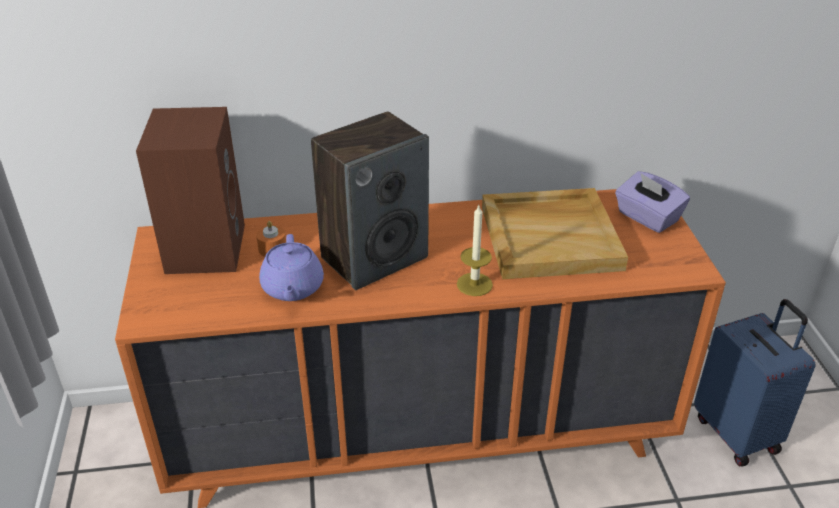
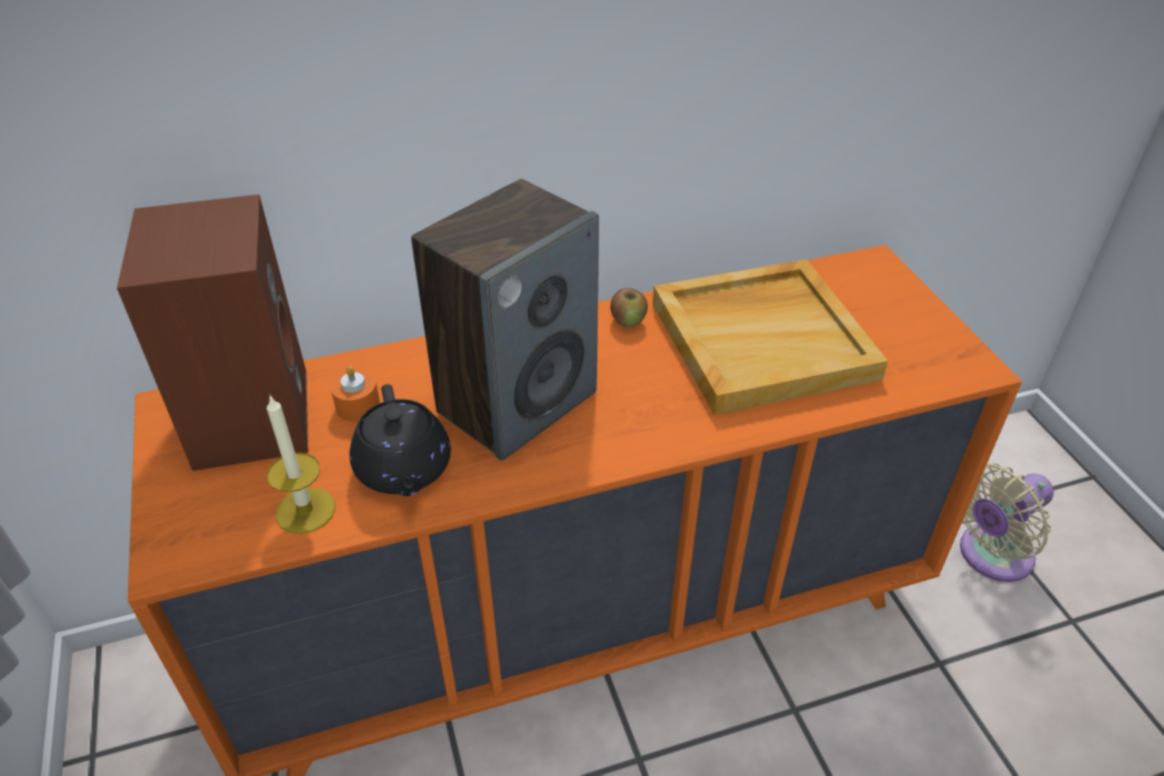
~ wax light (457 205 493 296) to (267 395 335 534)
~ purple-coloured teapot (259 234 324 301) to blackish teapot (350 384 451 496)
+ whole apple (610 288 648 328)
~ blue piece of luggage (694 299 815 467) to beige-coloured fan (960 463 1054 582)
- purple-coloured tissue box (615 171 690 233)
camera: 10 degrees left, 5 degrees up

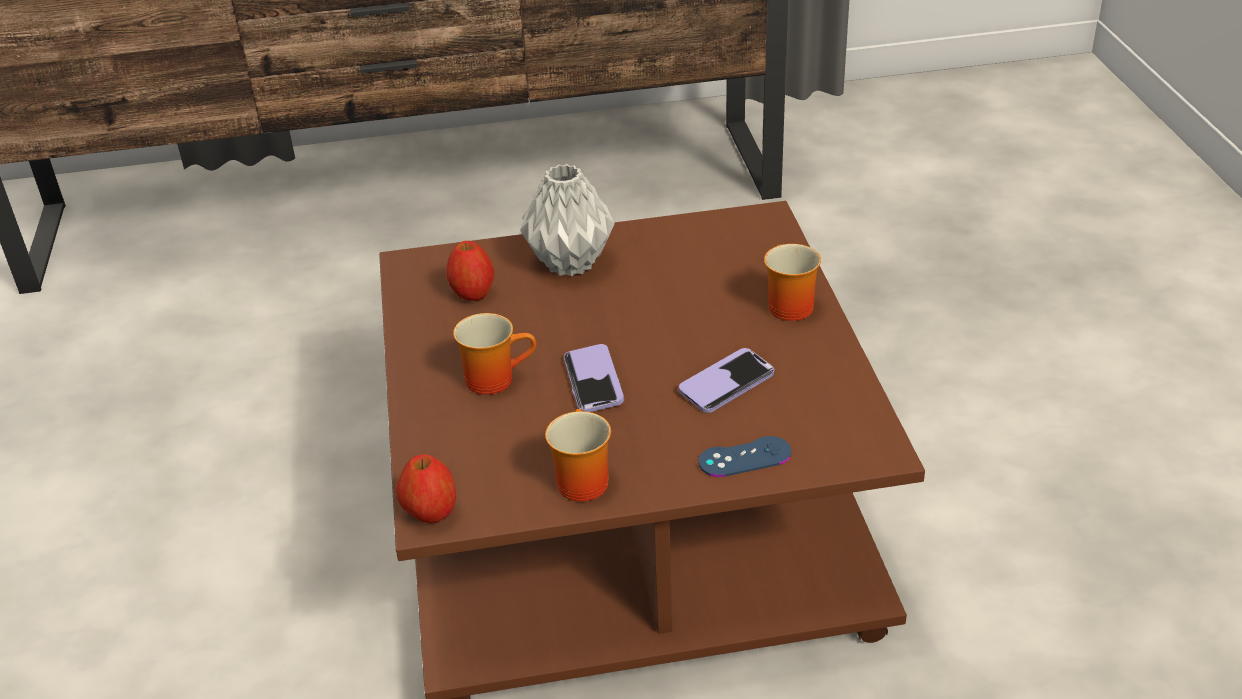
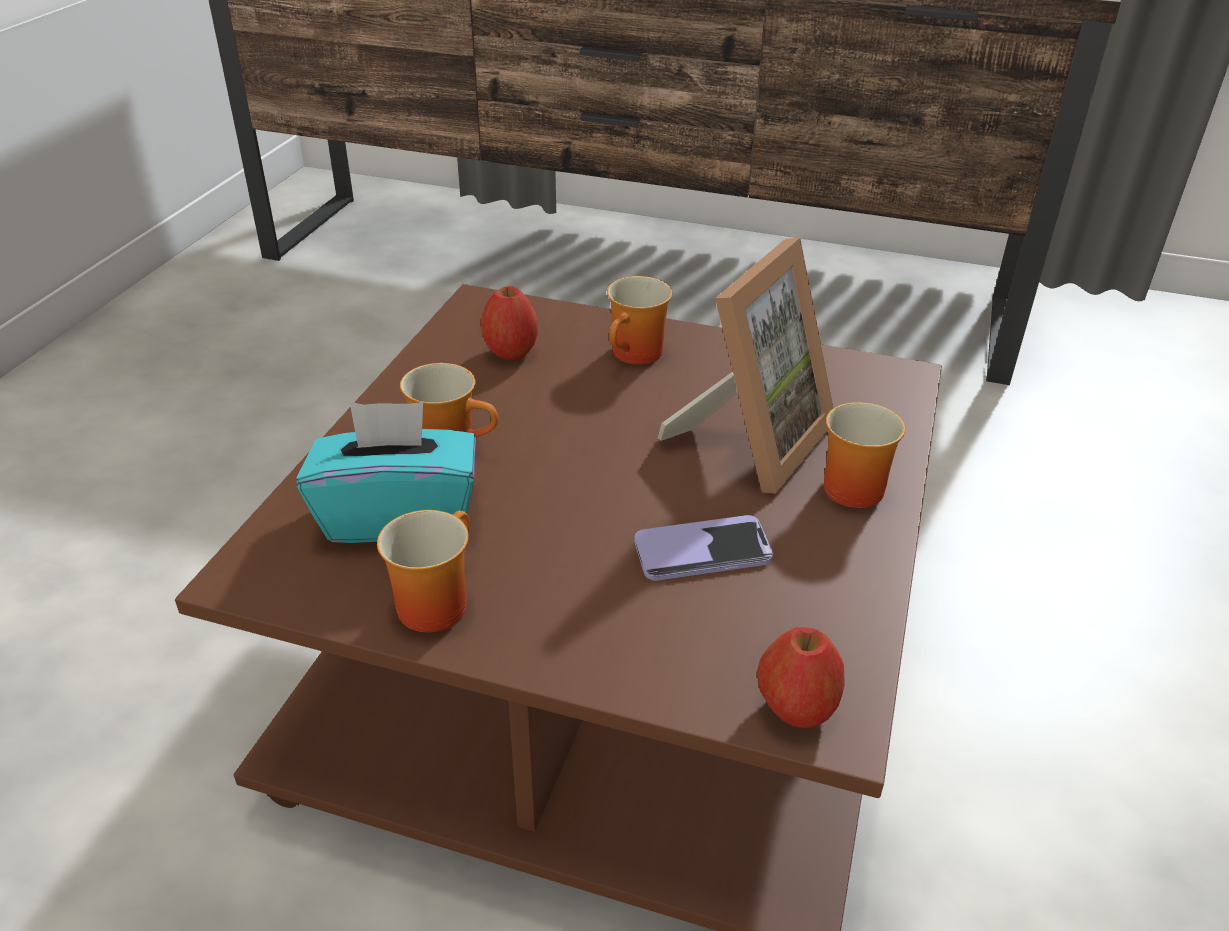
+ blue-green tissue box (296 402 476 543)
~ grey vase (520 164 614 277) to coffee mug (607 276 672 364)
+ photo frame (658 238 834 494)
~ whole apple (396 454 456 523) to (757 627 845 728)
- phone (564 344 624 412)
- blue game controller (698 436 791 477)
camera: 25 degrees right, 0 degrees up

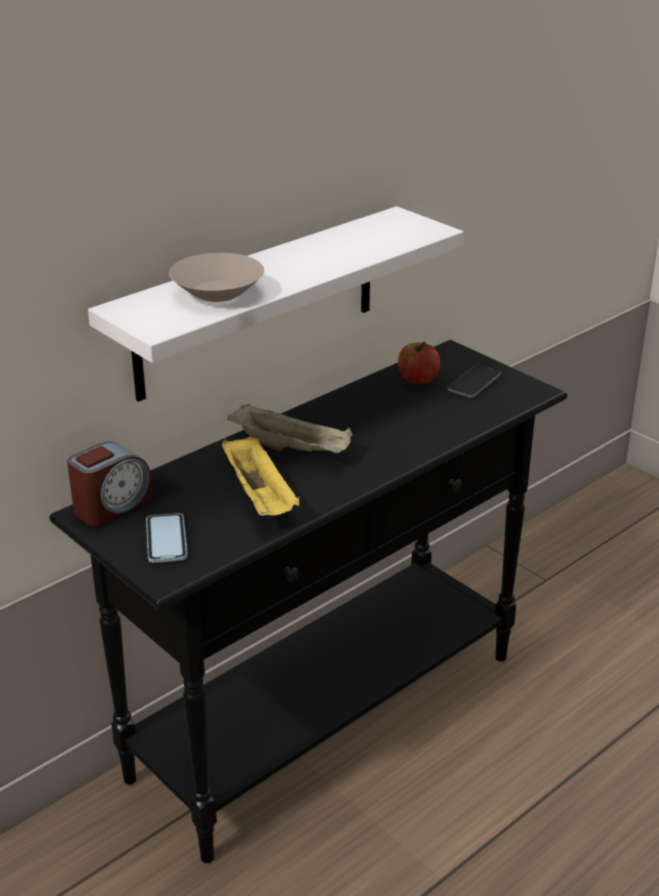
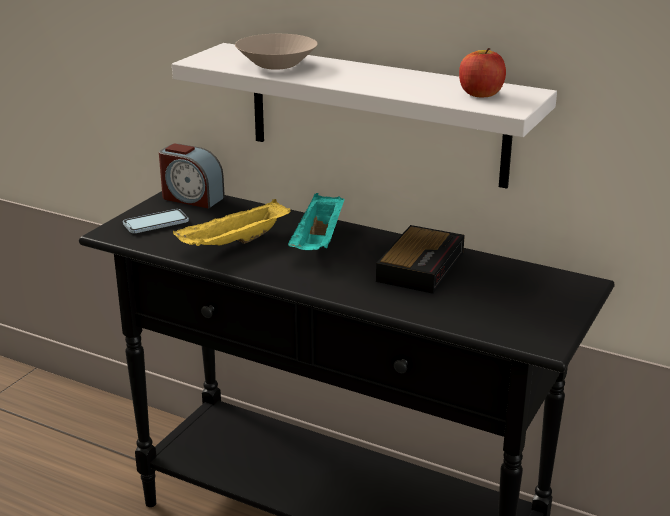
~ beige-coloured tray (227 403 353 453) to blue-green tray (288 193 345 250)
+ alarm clock (376 225 465 294)
~ whole apple (398 341 440 384) to (459 48 506 97)
- phone (448 365 501 398)
camera: 70 degrees right, 5 degrees down

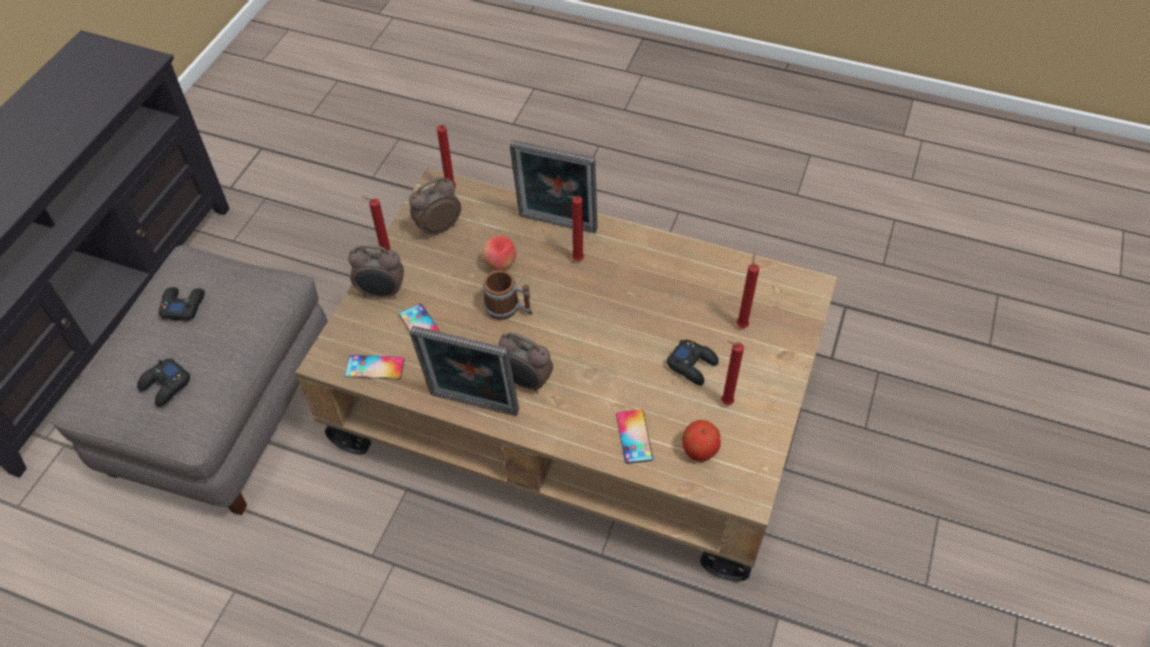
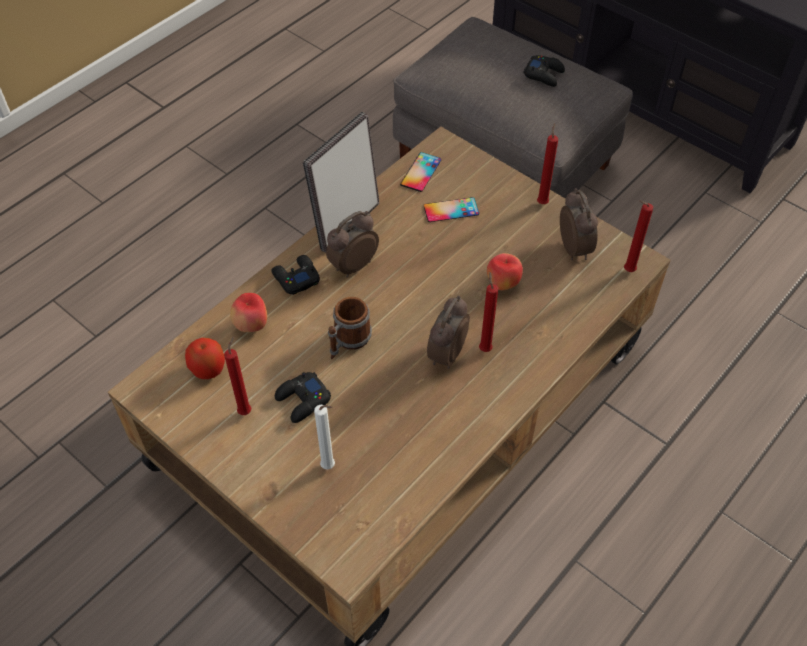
~ phone (616 410 653 464) to whole apple (230 293 267 332)
~ blackish game controller (137 358 191 407) to (271 255 320 295)
~ red wax light (736 252 760 328) to white wax light (314 405 335 470)
~ coffee mug (483 270 533 320) to (328 297 372 359)
~ alarm clock (348 245 404 299) to (427 295 470 369)
- photo frame (510 140 598 234)
camera: 110 degrees right, 0 degrees up

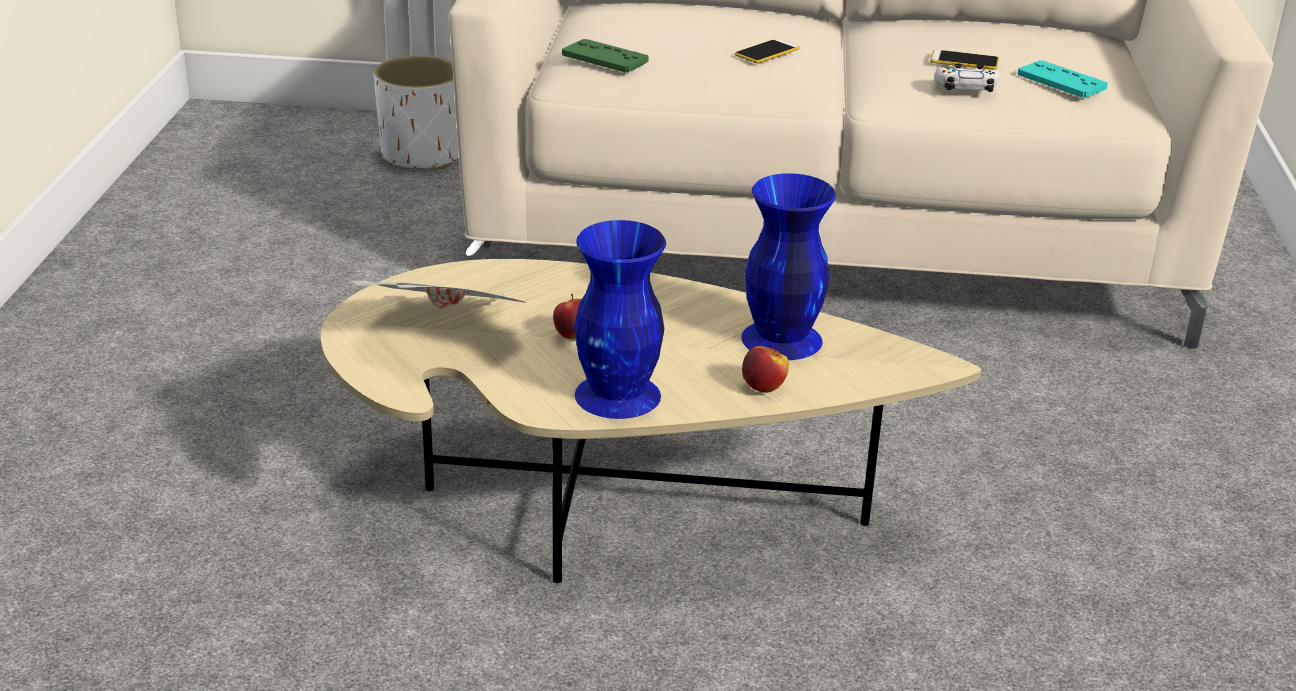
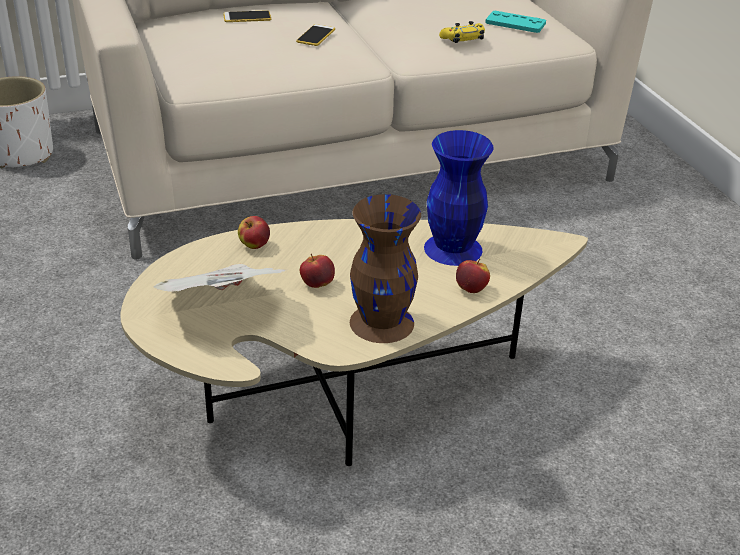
~ phone (930 50 999 70) to (223 10 271 22)
+ whole apple (238 216 270 249)
~ blue vase (574 220 666 419) to brownish vase (350 194 421 343)
~ white game controller (934 63 1000 92) to yellowish game controller (439 21 485 43)
- green-coloured game controller (562 39 649 72)
camera: 25 degrees left, 5 degrees up

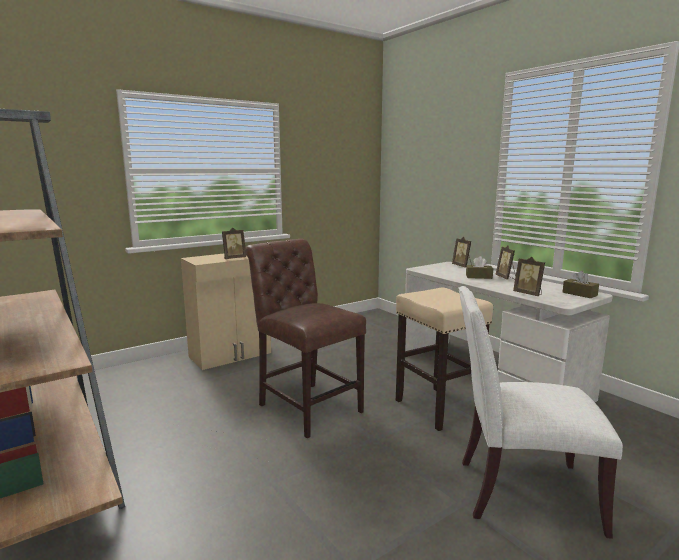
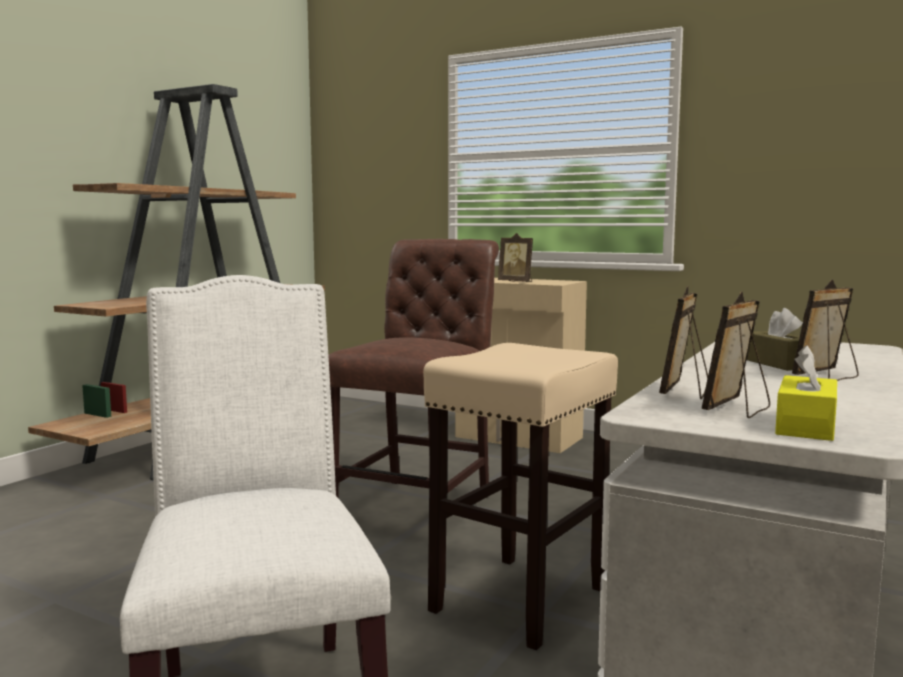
~ photo frame (452 237 472 267) to (702 291 770 418)
~ brownish tissue box (563 271 599 298) to yellowish tissue box (775 345 837 441)
camera: 65 degrees right, 5 degrees down

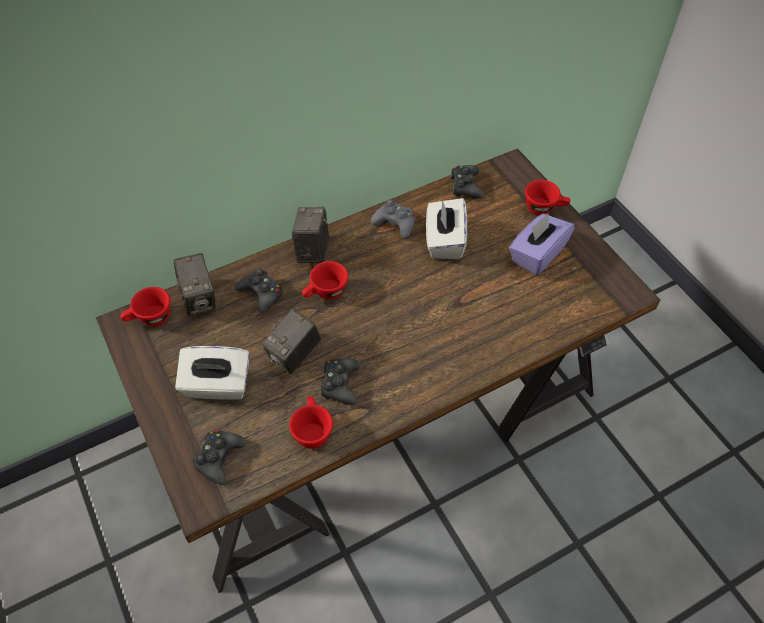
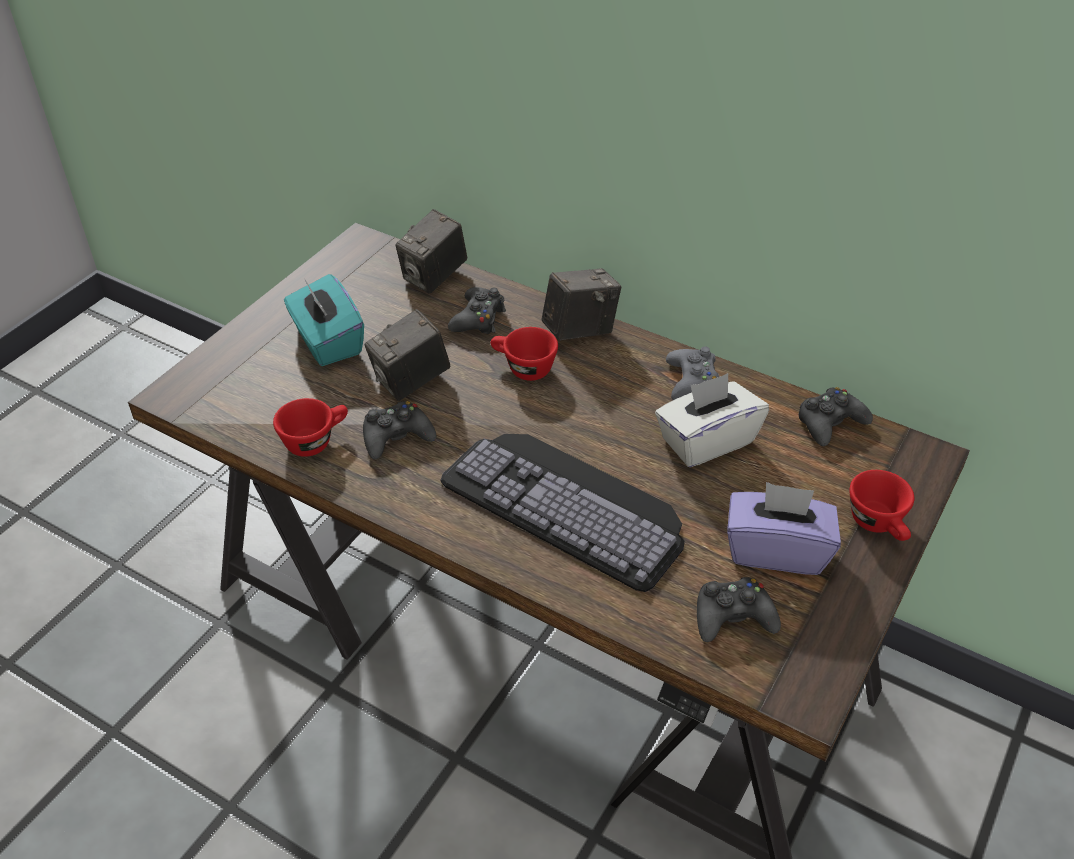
~ white tissue box (175 346 250 400) to blue-green tissue box (284 274 364 366)
~ still camera (262 308 321 374) = (364 309 450 401) 45 degrees counterclockwise
+ keyboard (440 434 685 592)
~ blackish game controller (193 430 246 485) to (697 577 781 642)
- red cup (121 287 170 326)
camera: 60 degrees right, 10 degrees down

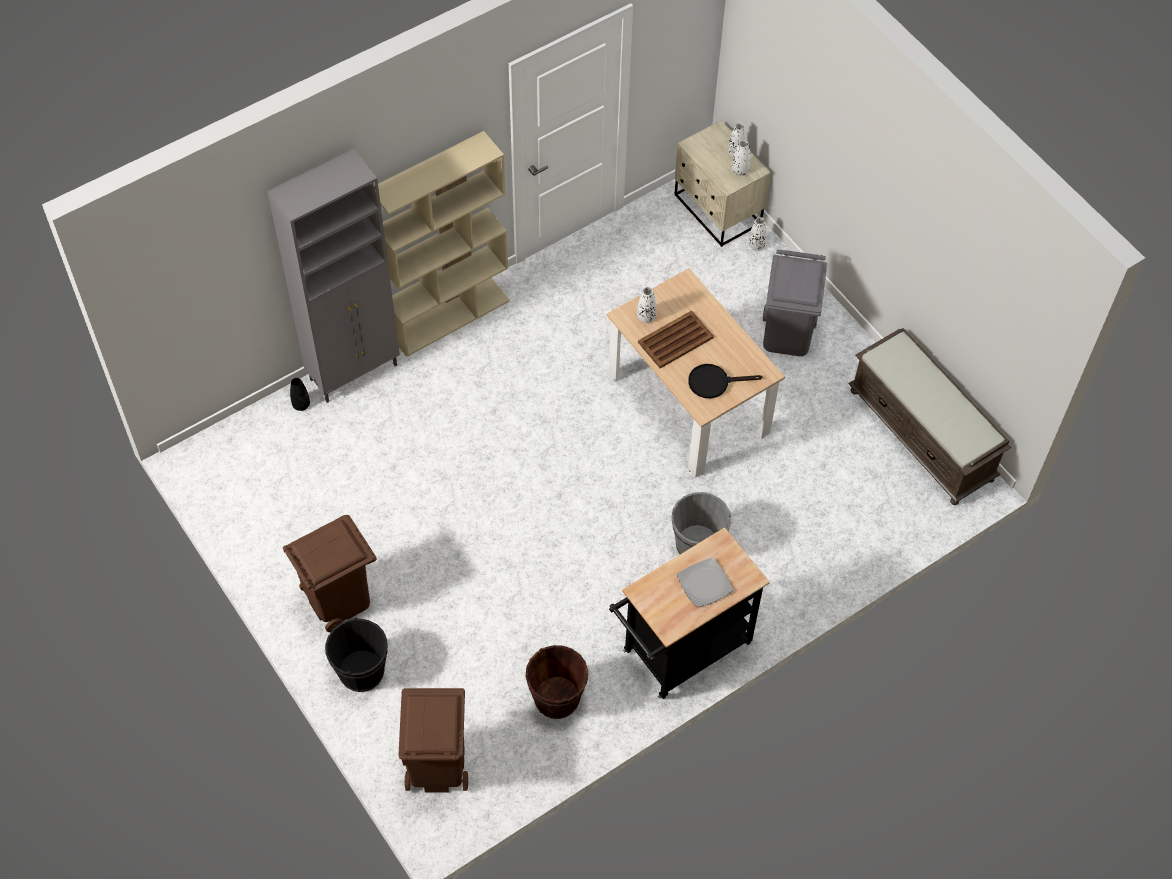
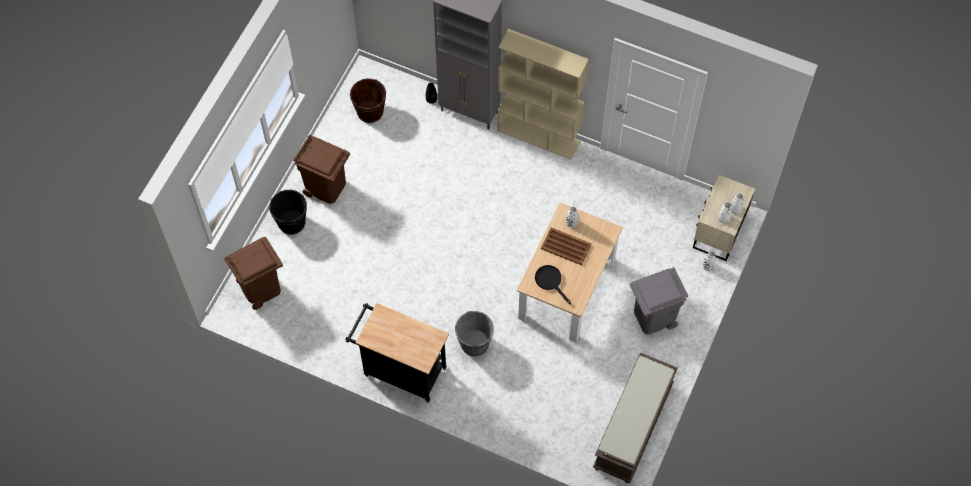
~ brownish bucket (526 645 588 719) to (350 78 386 123)
- plate (677 557 733 607)
camera: 60 degrees right, 5 degrees up

